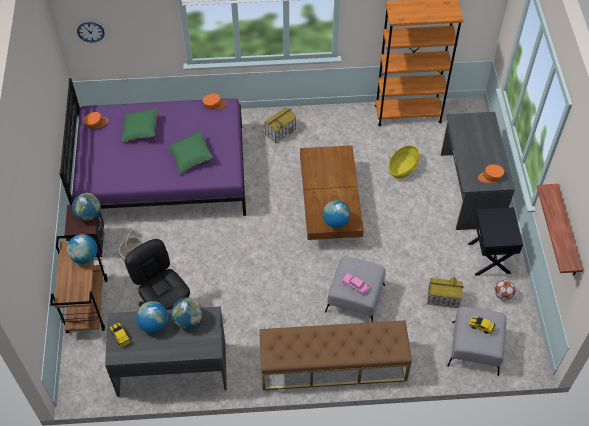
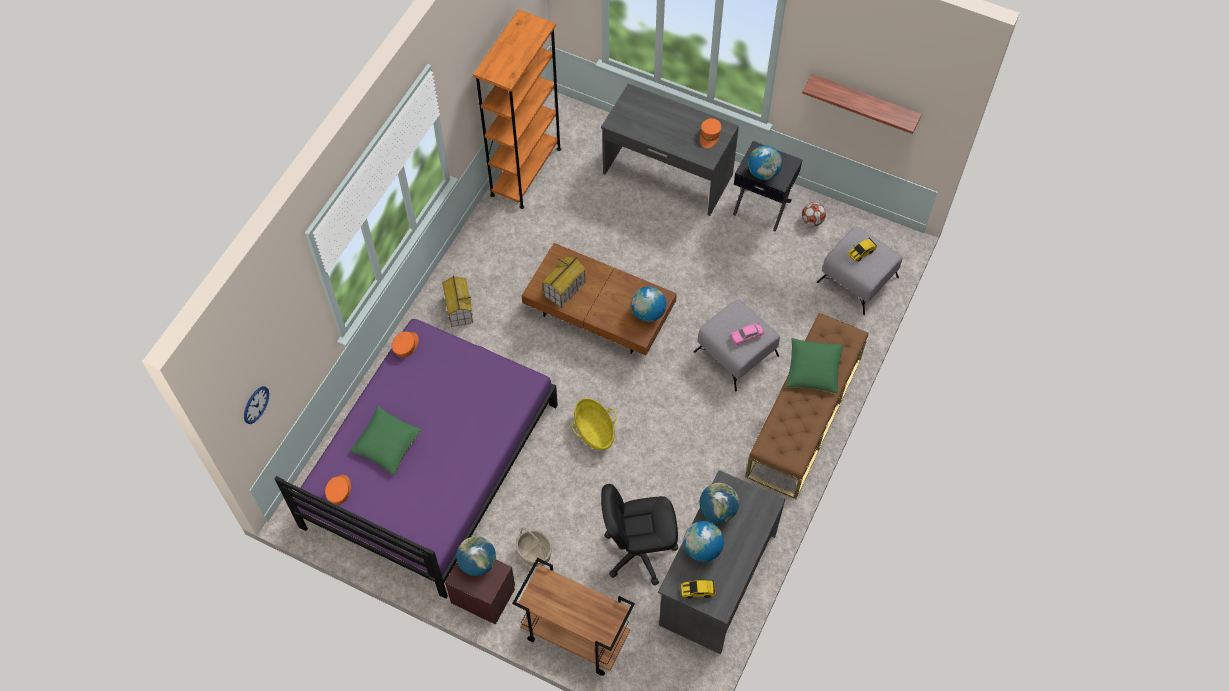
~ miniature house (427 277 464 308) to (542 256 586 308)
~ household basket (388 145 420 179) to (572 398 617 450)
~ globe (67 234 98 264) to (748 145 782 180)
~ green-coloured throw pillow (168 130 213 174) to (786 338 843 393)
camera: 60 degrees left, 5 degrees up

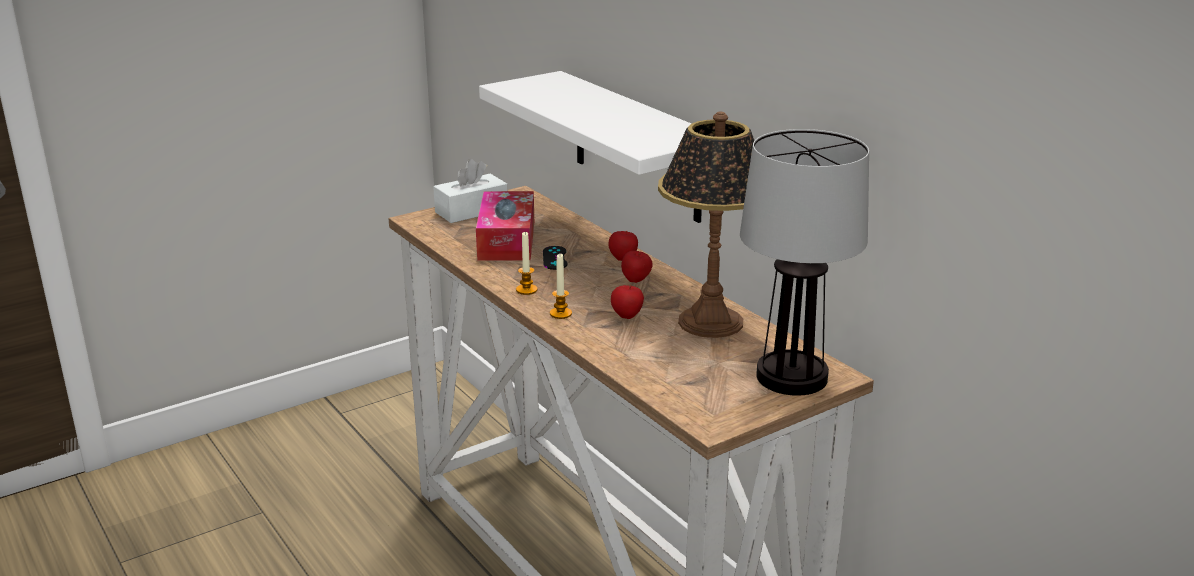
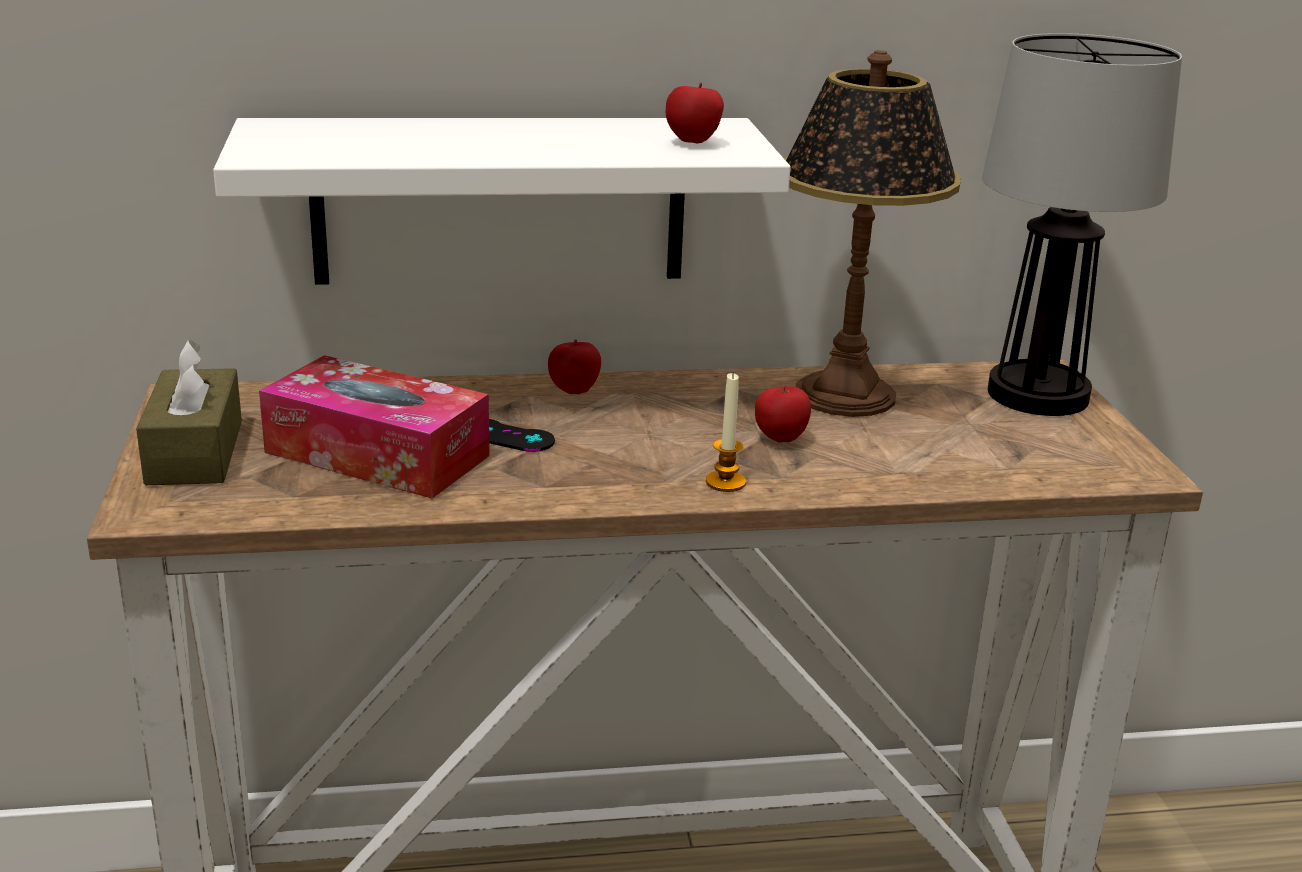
~ white tissue box (433 159 507 223) to brownish tissue box (136 340 242 485)
~ whole apple (621 251 653 283) to (666 82 724 144)
- wax light (516 232 537 295)
camera: 65 degrees left, 0 degrees up

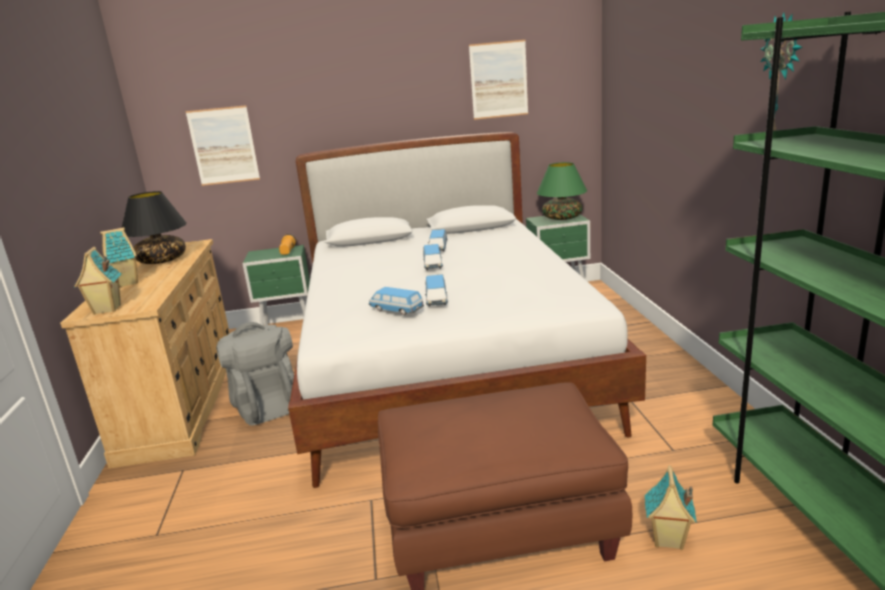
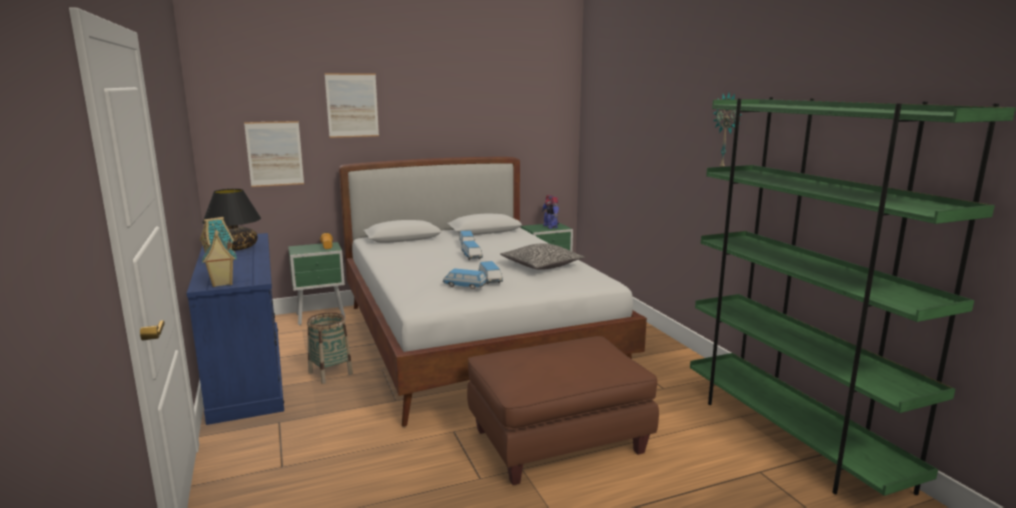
~ beige-coloured dresser (60 239 230 468) to blue dresser (187 233 284 425)
~ grey backpack (216 322 294 425) to household basket (307 312 353 384)
~ picture (469 40 528 120) to (325 73 379 138)
+ throw pillow (500 243 585 270)
~ green-coloured lamp for a table (537 162 587 220) to model robot (542 195 559 229)
- miniature house (645 465 697 550)
camera: 15 degrees left, 5 degrees down

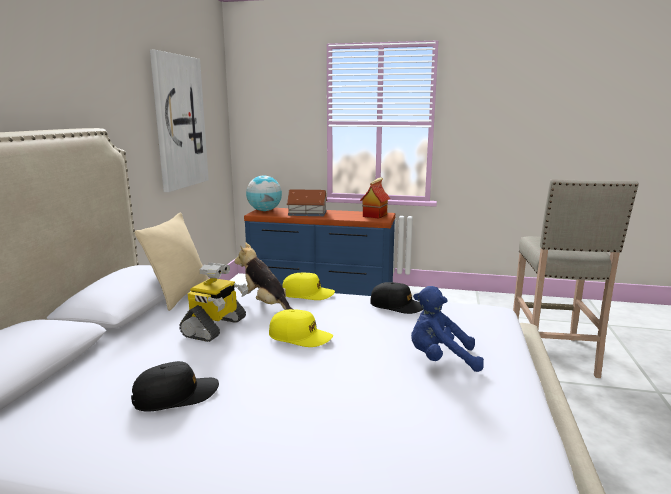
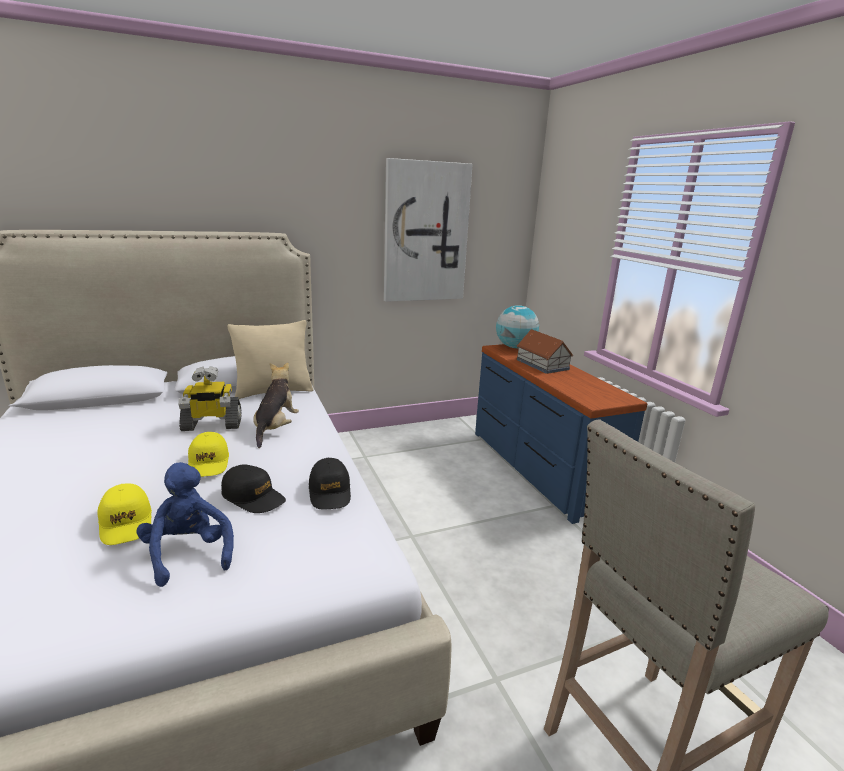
~ yellowish cap (282 273 335 300) to (98 483 152 545)
~ blackish cap (131 361 219 412) to (221 464 286 513)
- miniature house (360 177 390 219)
camera: 55 degrees right, 5 degrees up

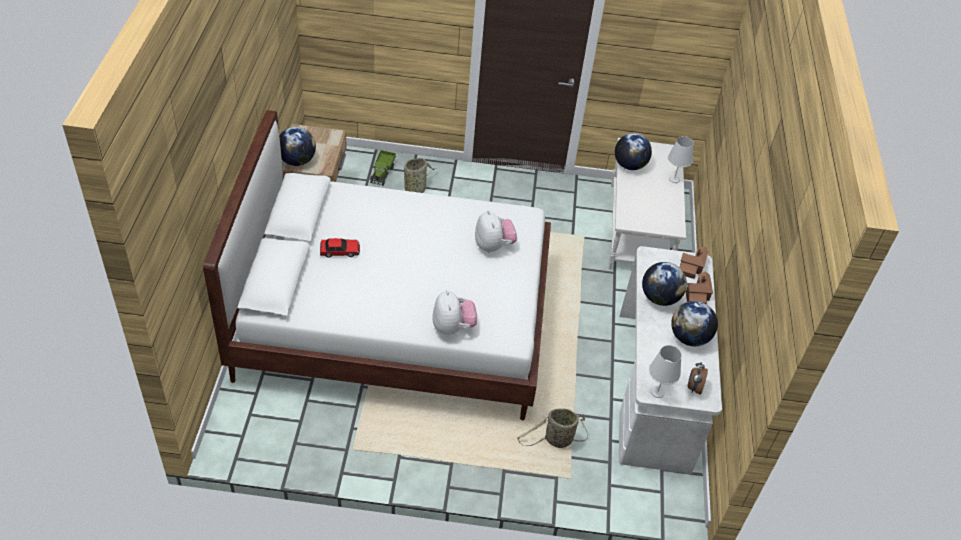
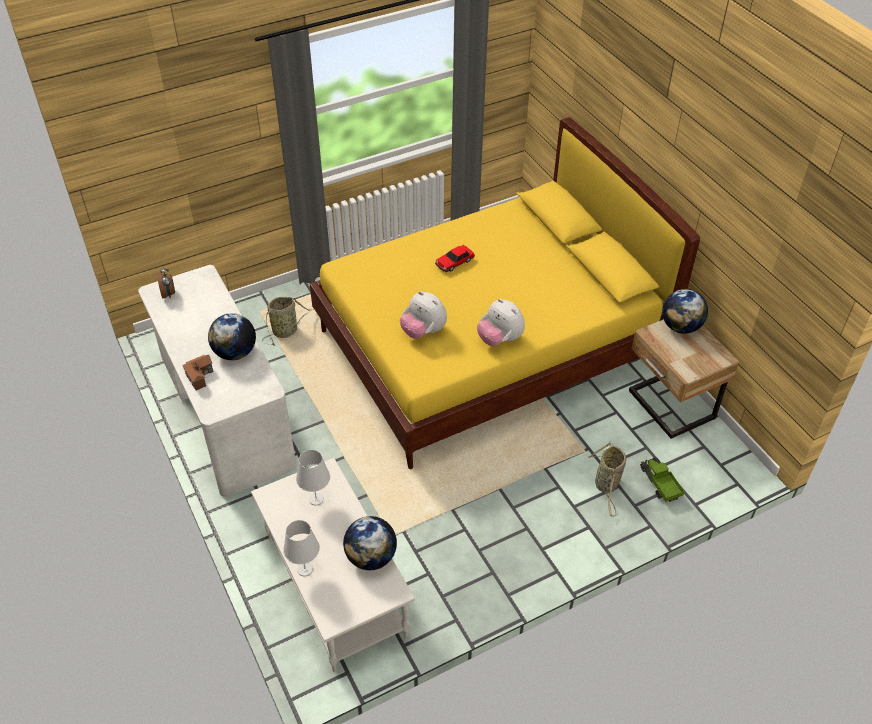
~ white lamp for a table (649 345 682 398) to (296 450 330 506)
~ white bedroom bed (203 110 551 420) to yellowish bedroom bed (310 117 700 469)
~ model car (320 238 360 258) to (435 245 475 272)
~ cuddly toy (432 290 477 335) to (477 299 525 346)
- globe (671 301 718 346)
- miniature house (679 246 709 279)
camera: 150 degrees right, 0 degrees up

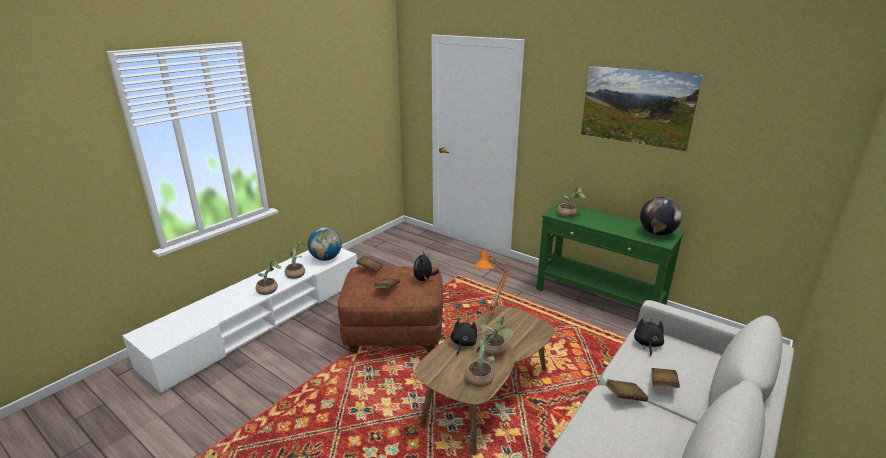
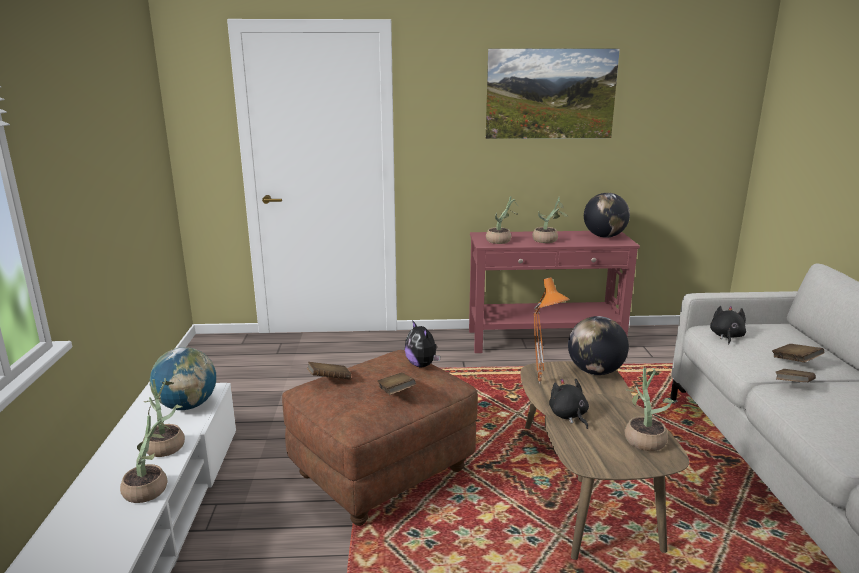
~ green-coloured console table (536 202 684 308) to red console table (469 231 640 353)
~ potted plant (481 315 513 356) to (532 197 568 243)
+ globe (568 316 629 375)
~ blackish cuddly toy (634 318 664 357) = (710 306 746 344) 45 degrees clockwise
camera: 40 degrees left, 5 degrees down

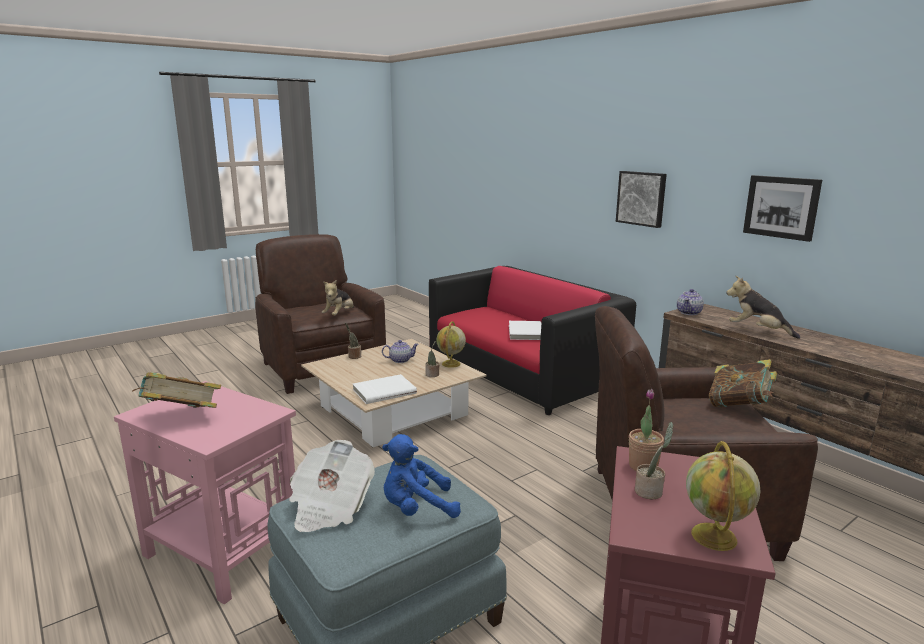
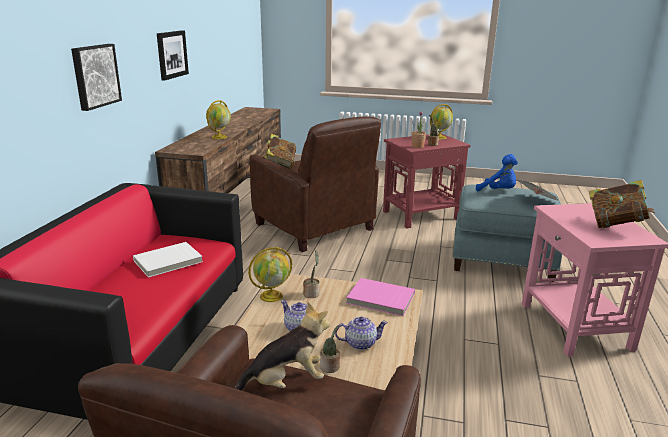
~ cuddly toy (726 276 800 339) to globe (206 100 231 139)
~ teapot (677 289 704 315) to (335 316 388 350)
~ white volume (353 374 417 404) to pink volume (346 278 415 316)
camera: 130 degrees left, 5 degrees up

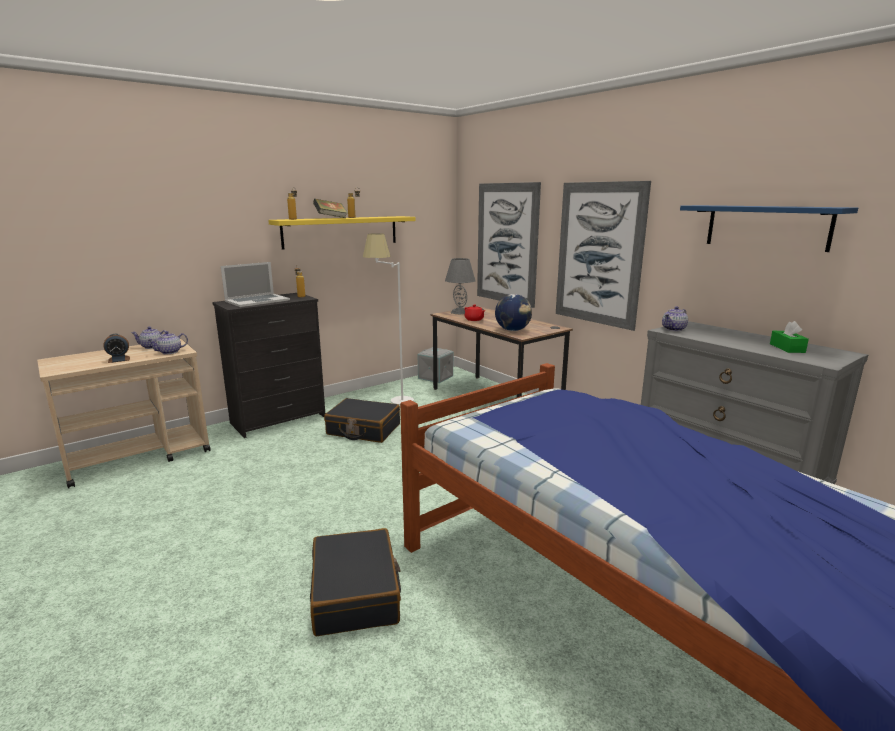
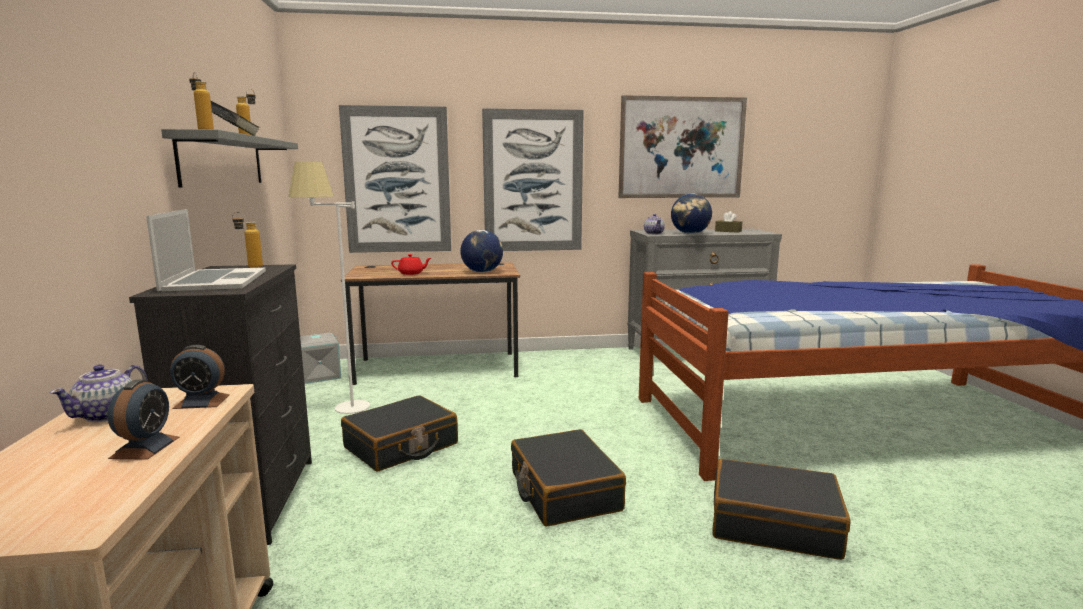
~ yellowish wall shelf (268 216 416 250) to grey wall shelf (161 129 298 188)
~ teapot (147 331 188 354) to alarm clock (170 345 230 409)
+ blackish piece of luggage (511 429 626 527)
~ blue wall shelf (680 205 858 252) to picture (618 95 747 198)
+ globe (671 193 712 234)
~ green-coloured tissue box (770 321 809 353) to brownish tissue box (715 211 742 233)
- grey lamp for a table (445 258 476 314)
camera: 60 degrees left, 5 degrees down

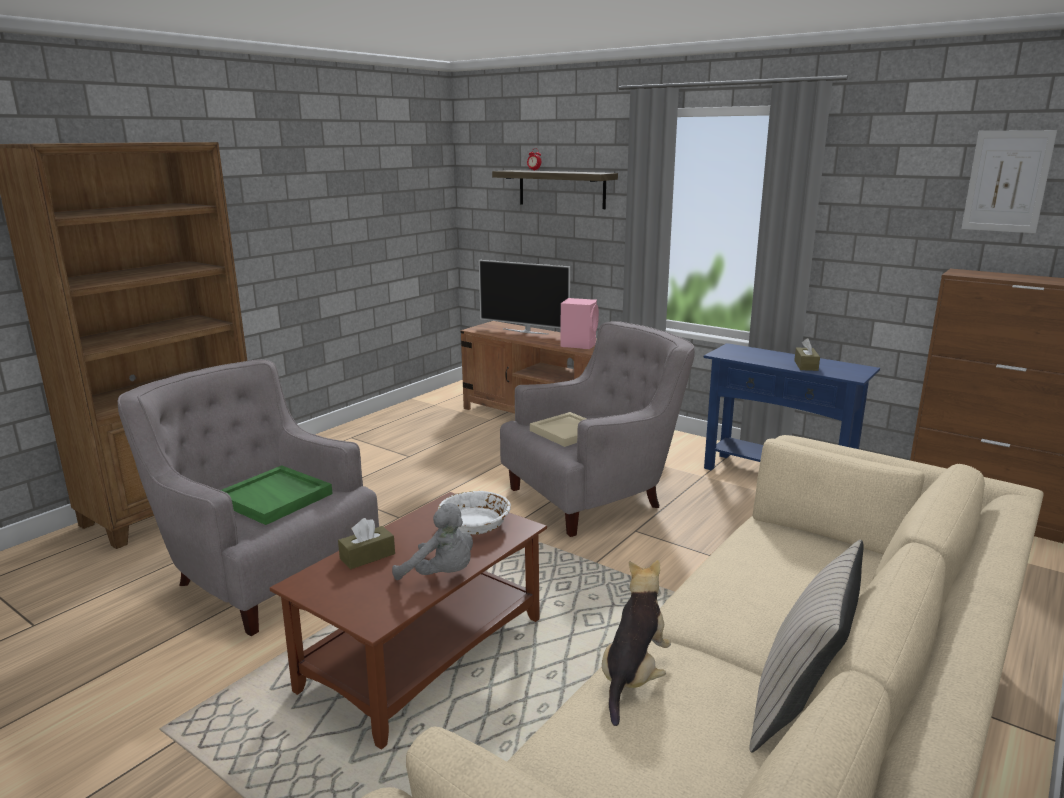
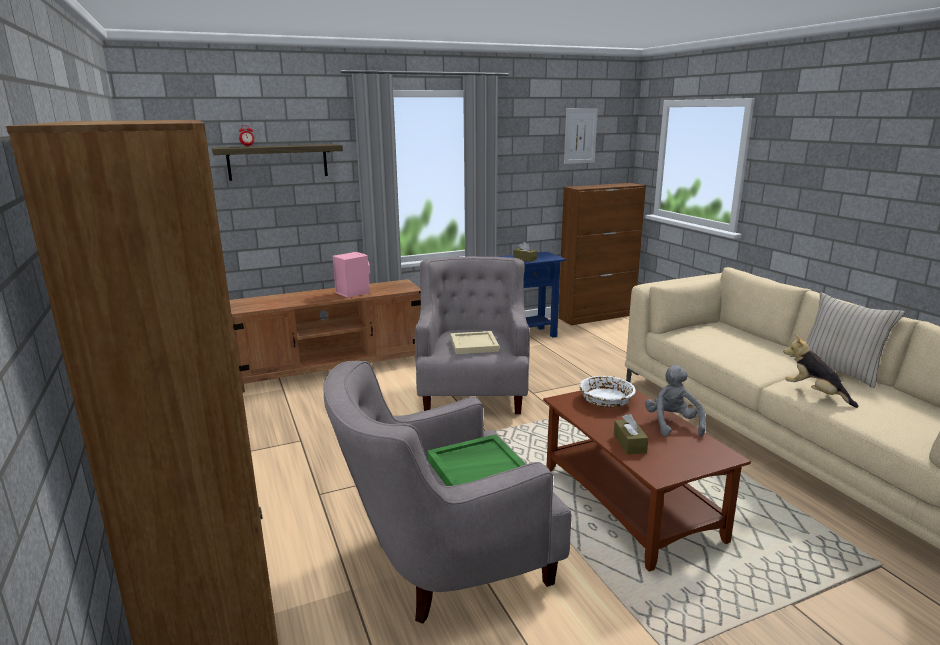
~ grey cuddly toy (392 503 473 580) = (645 365 706 437) 60 degrees counterclockwise
- television (479 260 570 335)
camera: 60 degrees left, 0 degrees up

